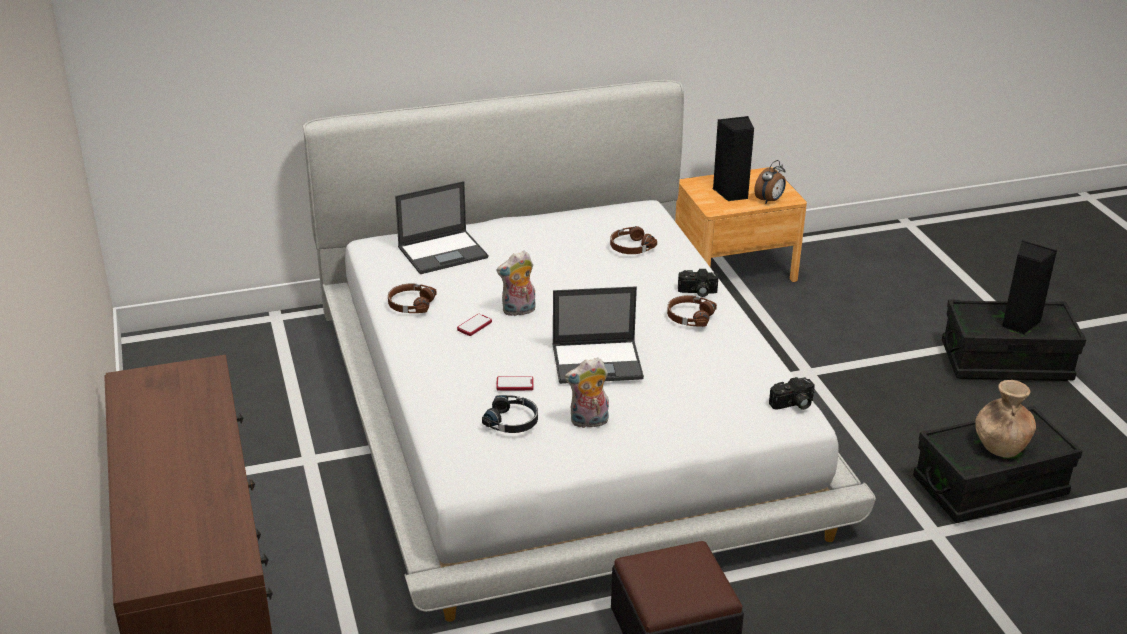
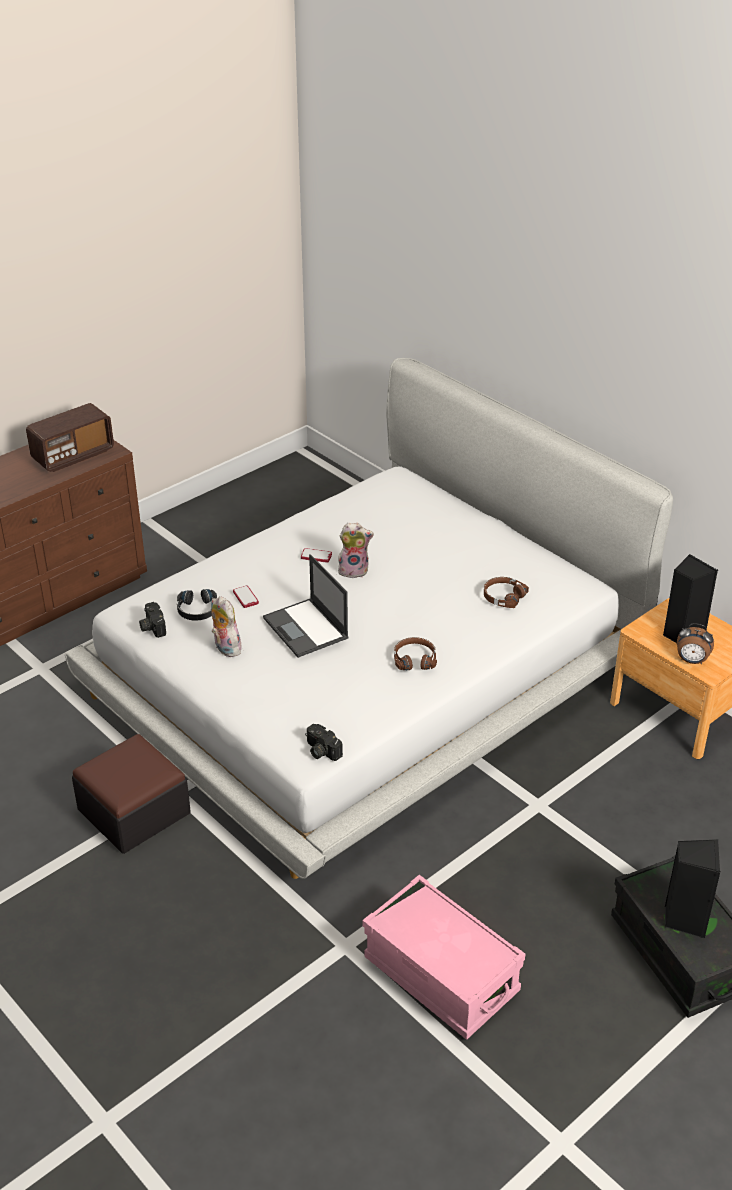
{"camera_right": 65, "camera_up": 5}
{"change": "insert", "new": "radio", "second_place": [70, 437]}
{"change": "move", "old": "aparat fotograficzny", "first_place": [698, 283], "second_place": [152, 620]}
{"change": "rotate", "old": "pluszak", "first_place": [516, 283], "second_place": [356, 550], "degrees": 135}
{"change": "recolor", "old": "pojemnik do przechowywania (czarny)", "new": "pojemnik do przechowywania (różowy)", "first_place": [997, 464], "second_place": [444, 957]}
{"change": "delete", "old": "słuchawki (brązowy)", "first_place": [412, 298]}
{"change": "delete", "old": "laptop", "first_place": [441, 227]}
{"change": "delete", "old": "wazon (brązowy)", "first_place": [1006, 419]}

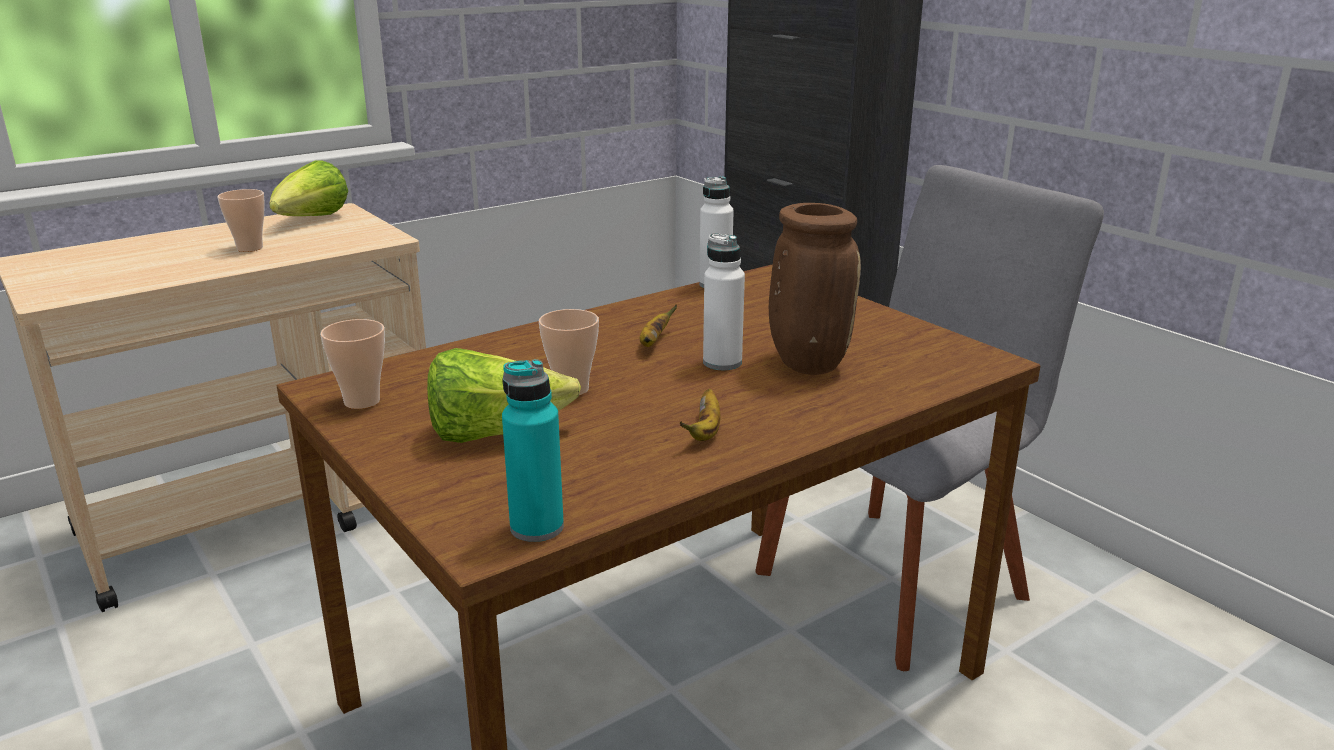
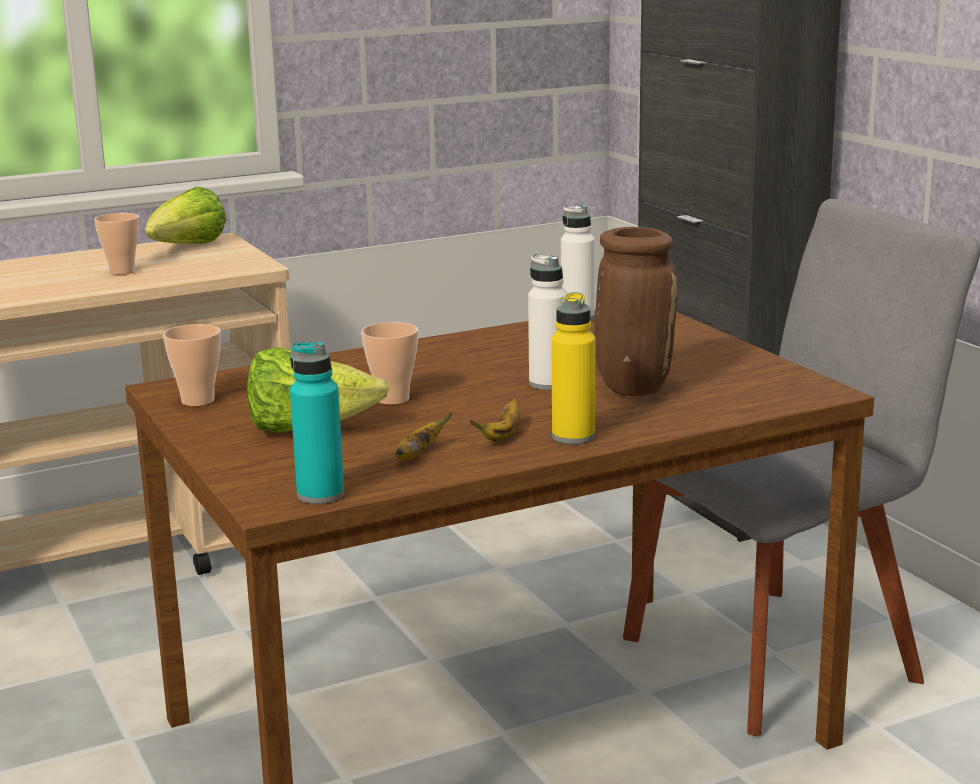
{"camera_right": 10, "camera_up": -5}
{"change": "move", "old": "banan", "first_place": [658, 326], "second_place": [423, 436]}
{"change": "insert", "new": "butelka (żółty)", "second_place": [573, 368]}

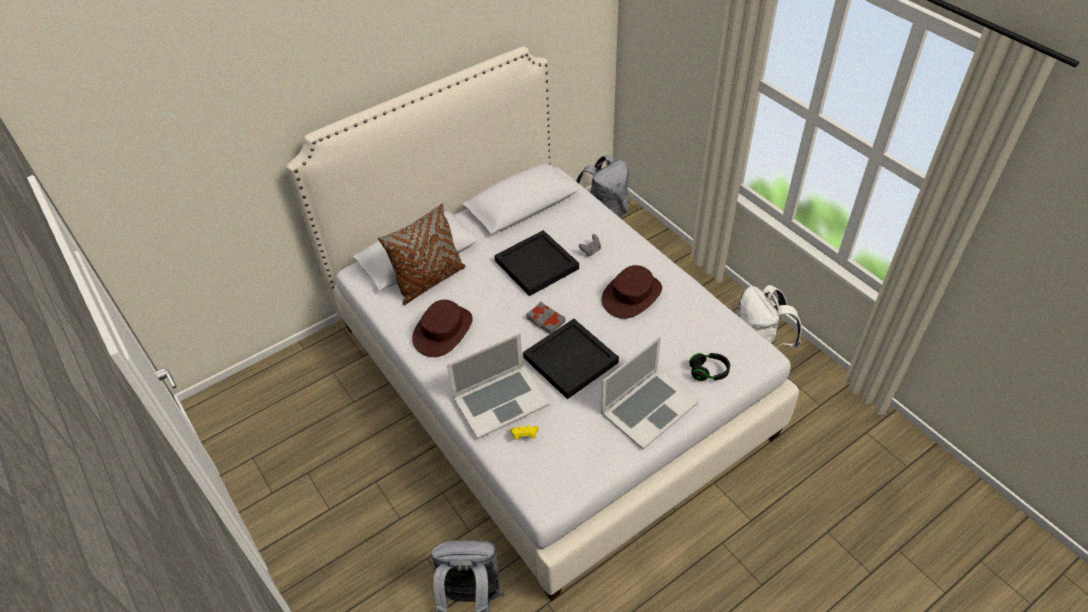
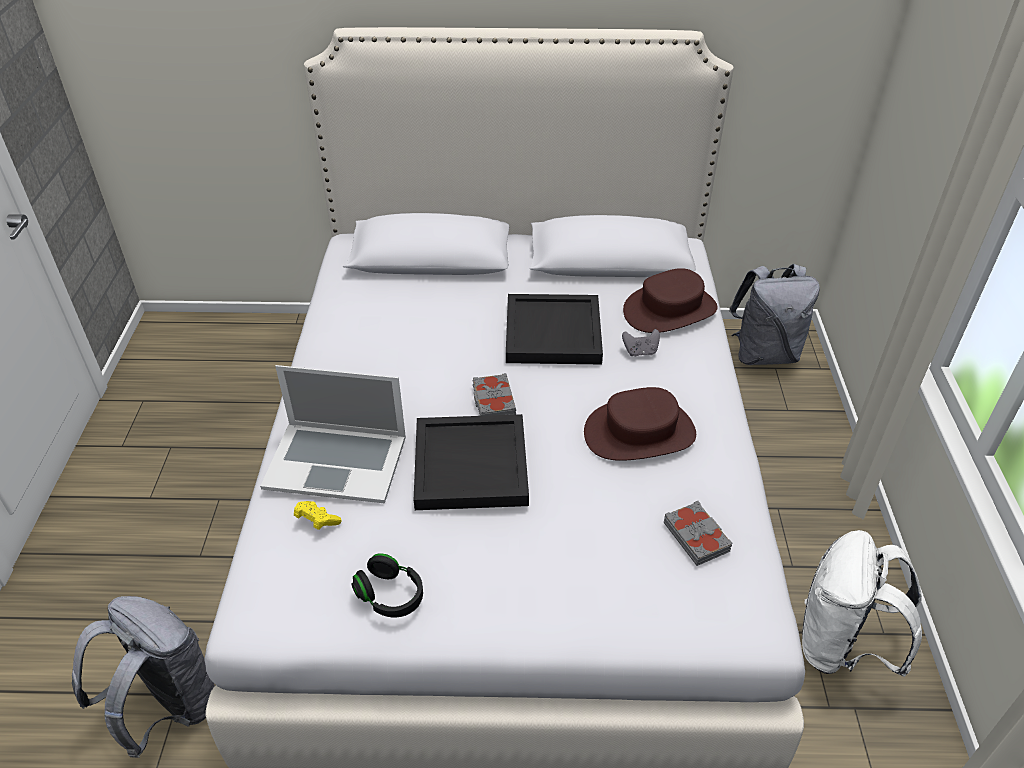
{"camera_right": 35, "camera_up": -5}
{"change": "move", "old": "słuchawki (czarny)", "first_place": [709, 367], "second_place": [387, 585]}
{"change": "move", "old": "kapelusz (brązowy)", "first_place": [442, 328], "second_place": [670, 300]}
{"change": "insert", "new": "książka (szary)", "second_place": [698, 533]}
{"change": "delete", "old": "poduszka (brązowy)", "first_place": [421, 254]}
{"change": "delete", "old": "laptop", "first_place": [650, 393]}

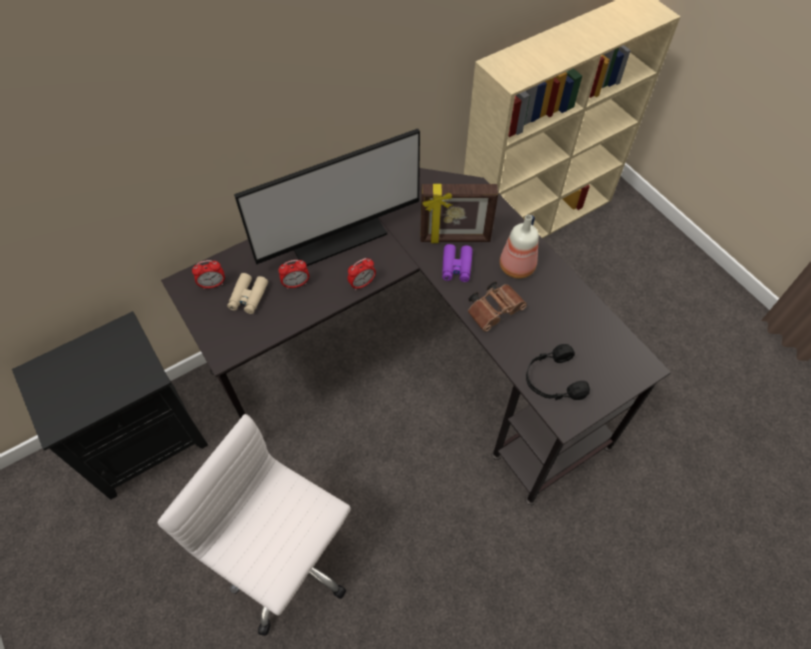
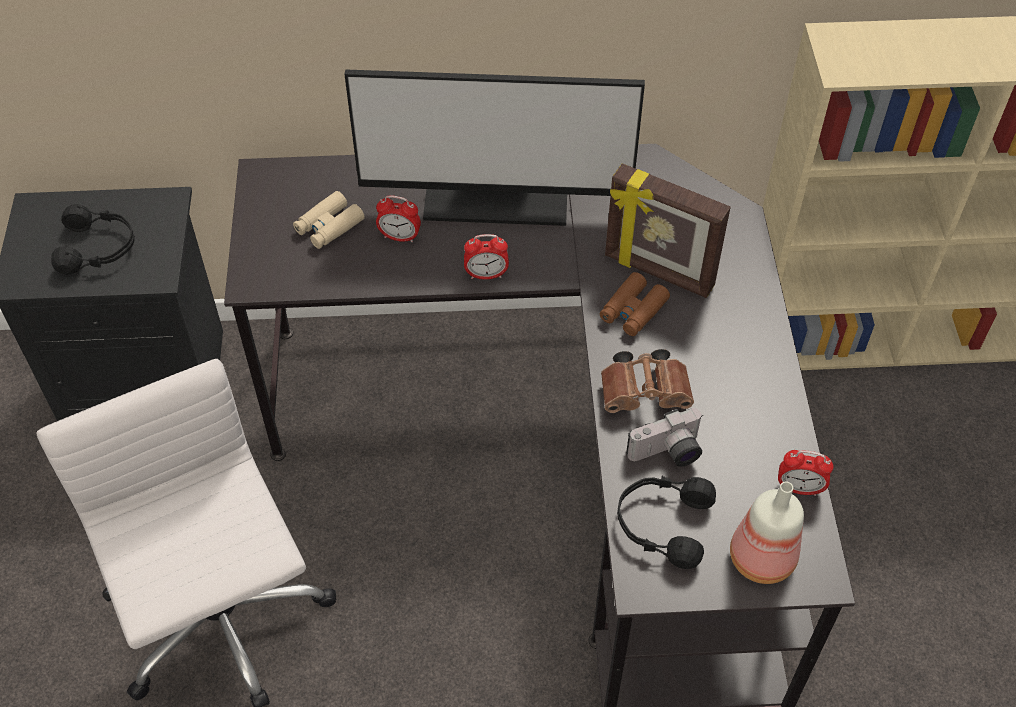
{"camera_right": 30, "camera_up": -5}
{"change": "insert", "new": "słuchawki (czarny)", "second_place": [93, 239]}
{"change": "recolor", "old": "lornetka (fioletowy)", "new": "lornetka (brązowy)", "first_place": [457, 263], "second_place": [635, 304]}
{"change": "insert", "new": "aparat fotograficzny", "second_place": [664, 437]}
{"change": "move", "old": "butelka", "first_place": [519, 247], "second_place": [767, 533]}
{"change": "move", "old": "budzik", "first_place": [208, 274], "second_place": [805, 473]}

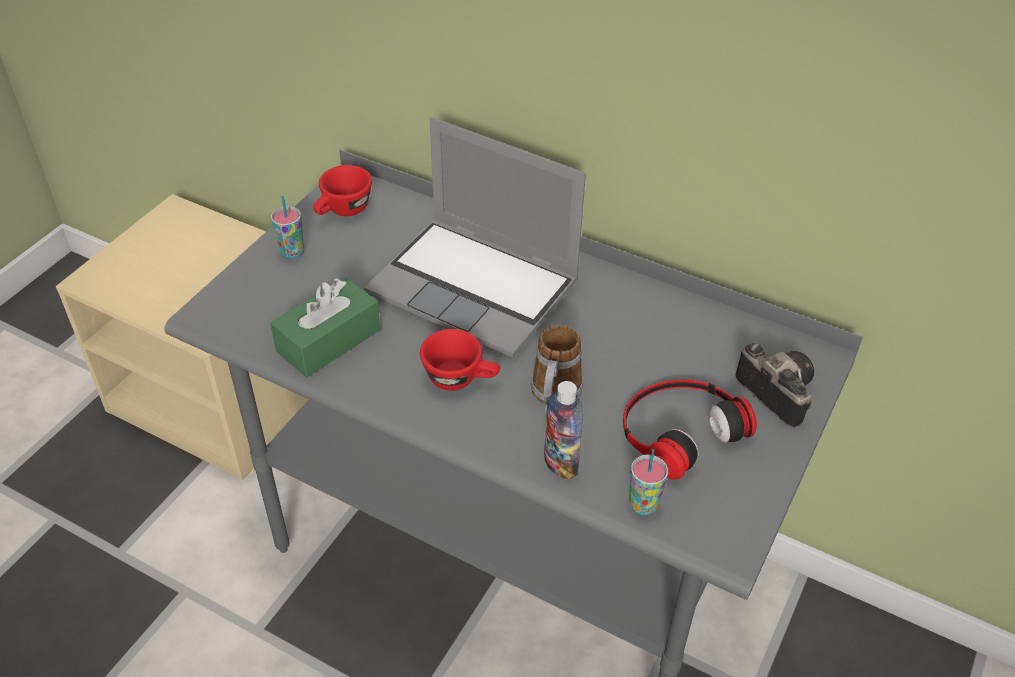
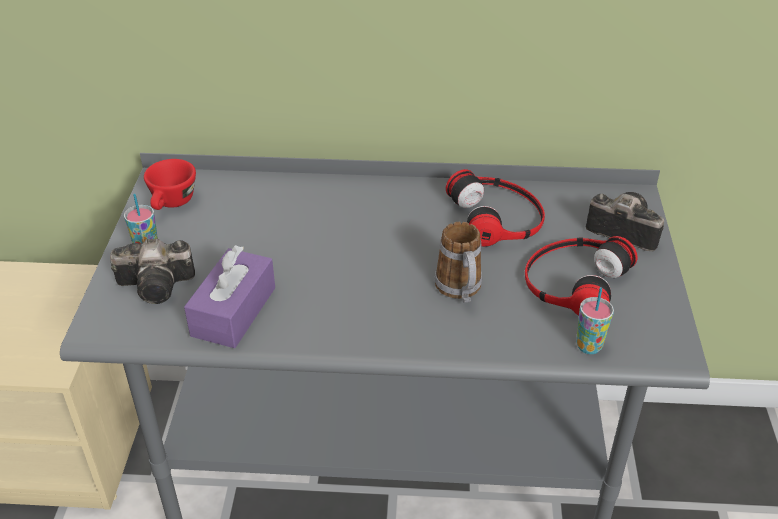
{"camera_right": -25, "camera_up": -5}
{"change": "insert", "new": "aparat fotograficzny", "second_place": [152, 271]}
{"change": "recolor", "old": "pudełko chusteczek (zielony)", "new": "pudełko chusteczek (fioletowy)", "first_place": [325, 327], "second_place": [229, 296]}
{"change": "insert", "new": "słuchawki", "second_place": [495, 208]}
{"change": "delete", "old": "laptop", "first_place": [475, 237]}
{"change": "delete", "old": "filiżanka (czerwony)", "first_place": [460, 360]}
{"change": "delete", "old": "butelka", "first_place": [563, 430]}

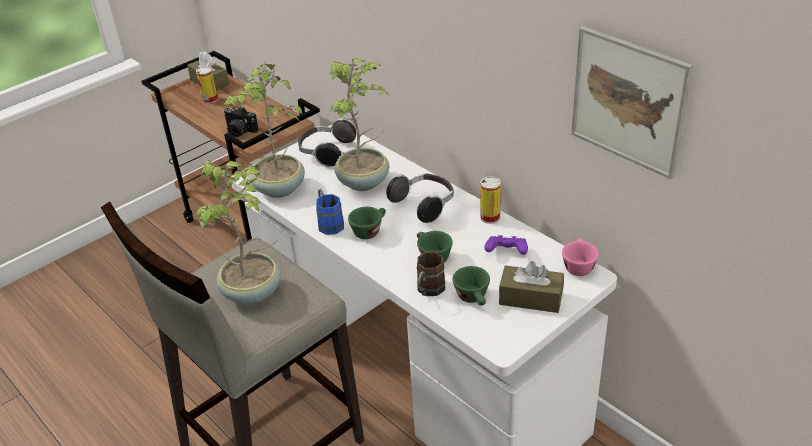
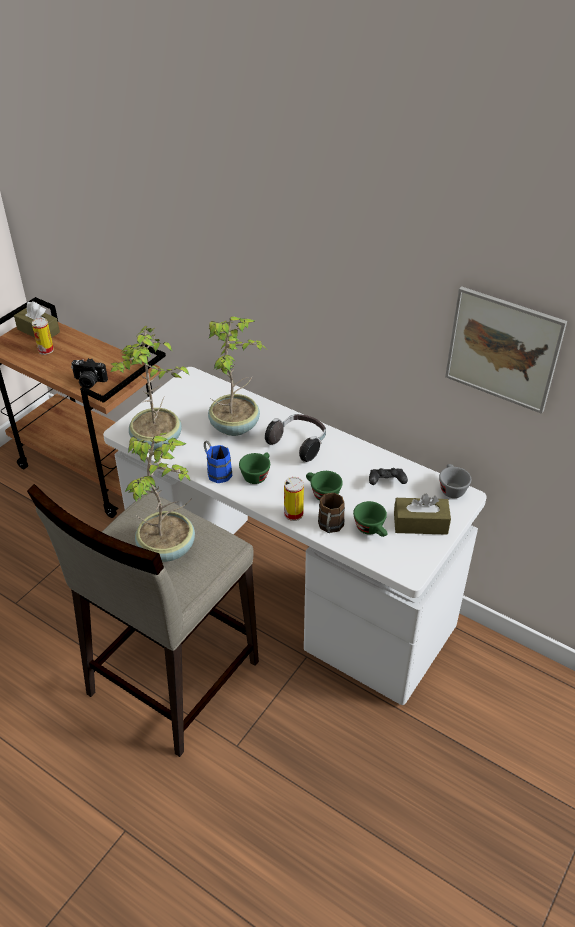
{"camera_right": -15, "camera_up": 5}
{"change": "move", "old": "puszka", "first_place": [490, 200], "second_place": [294, 499]}
{"change": "recolor", "old": "pad do gier (fioletowy)", "new": "pad do gier (czarny)", "first_place": [506, 245], "second_place": [388, 476]}
{"change": "recolor", "old": "filiżanka (różowy)", "new": "filiżanka (szary)", "first_place": [580, 257], "second_place": [455, 481]}
{"change": "delete", "old": "słuchawki", "first_place": [327, 142]}

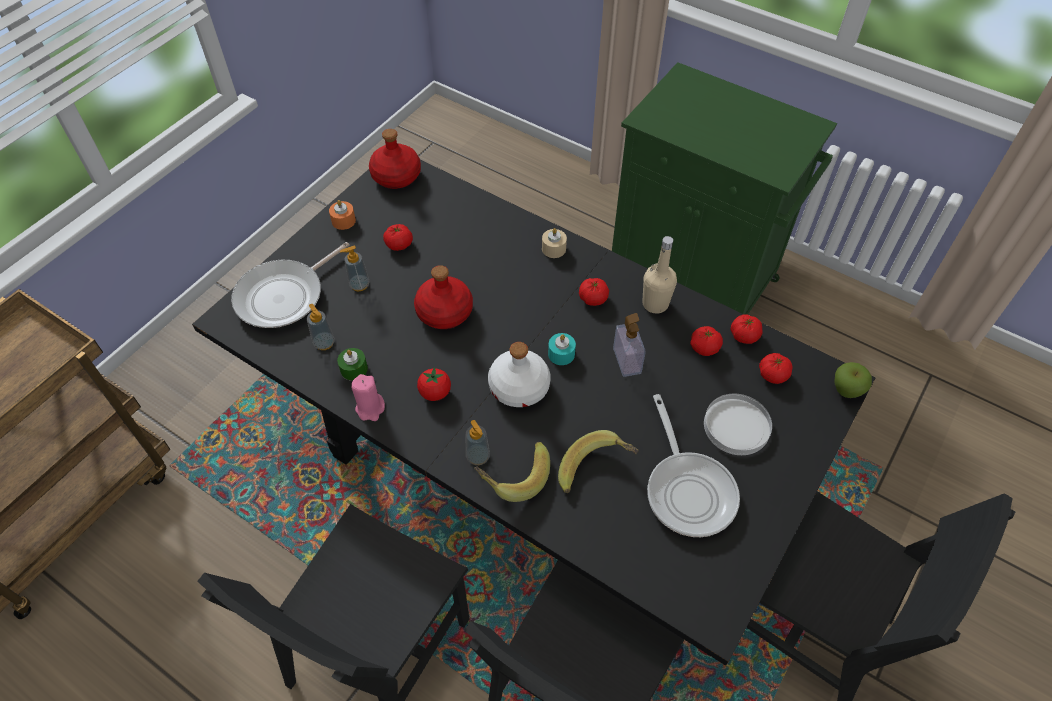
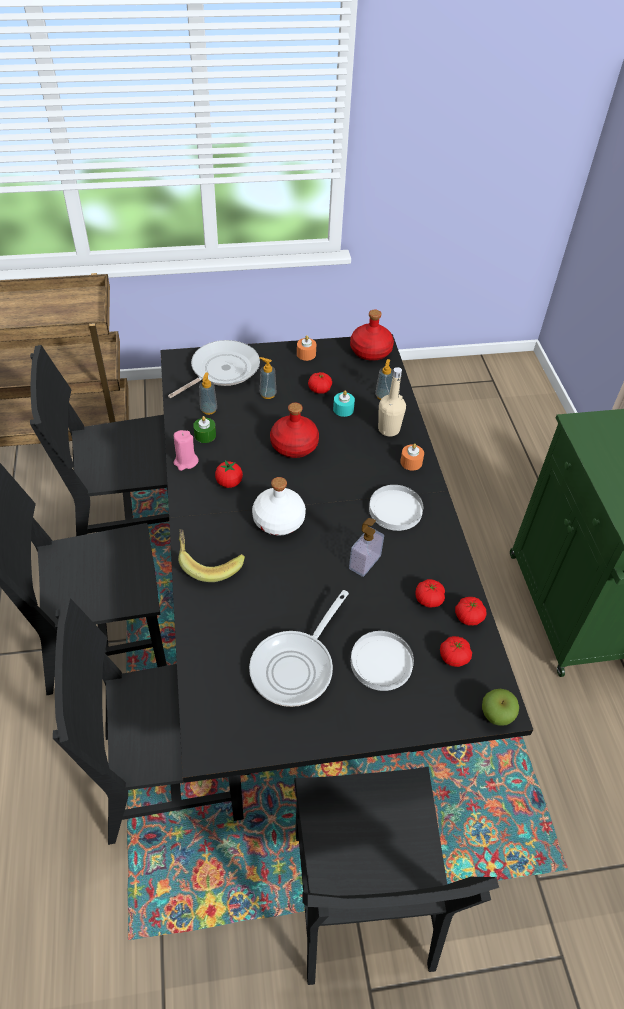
{"camera_right": 45, "camera_up": -5}
{"change": "insert", "new": "krzesło (czarny)", "second_place": [99, 440]}
{"change": "rotate", "old": "patelnia", "first_place": [290, 285], "second_place": [214, 369], "degrees": 135}
{"change": "move", "old": "świeca (turkusowy)", "first_place": [562, 349], "second_place": [344, 403]}
{"change": "replace", "old": "pomidor", "new": "talerz (biały)", "first_place": [594, 292], "second_place": [396, 508]}
{"change": "move", "old": "dozownik mydła", "first_place": [478, 442], "second_place": [384, 379]}
{"change": "move", "old": "butelka (beżowy)", "first_place": [659, 275], "second_place": [392, 402]}
{"change": "recolor", "old": "świeca (beżowy)", "new": "świeca (pomarańczowy)", "first_place": [554, 243], "second_place": [412, 457]}
{"change": "delete", "old": "banan", "first_place": [598, 461]}

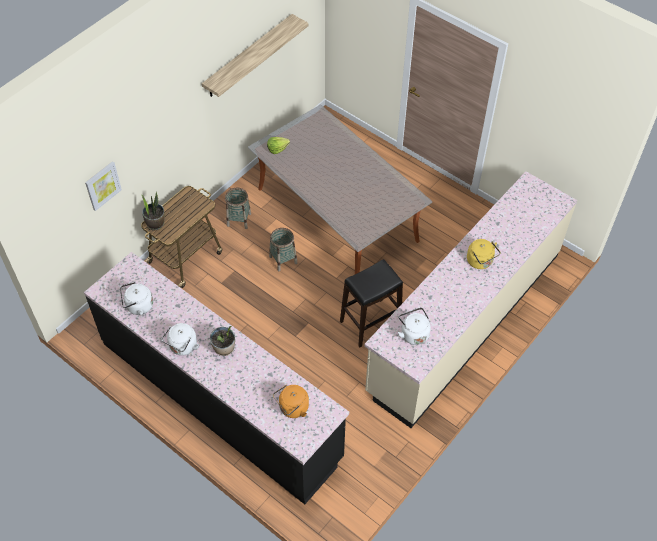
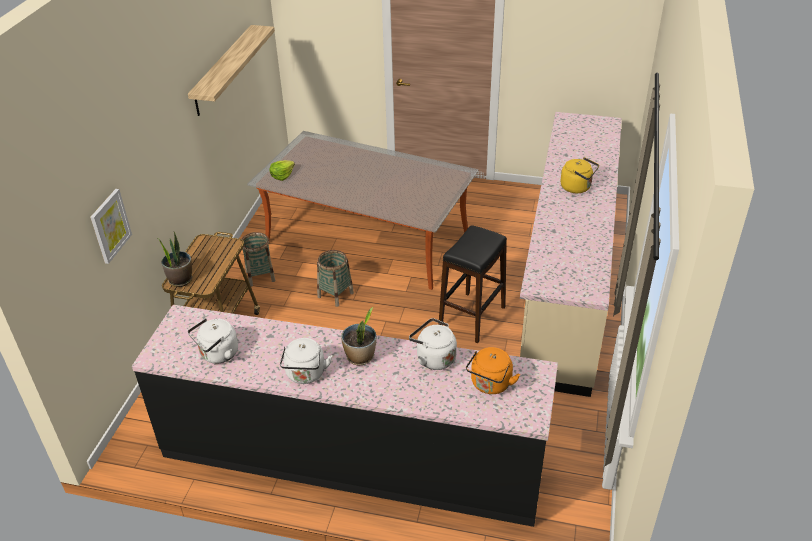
{"camera_right": -25, "camera_up": -15}
{"change": "move", "old": "czajnik (biały)", "first_place": [414, 326], "second_place": [433, 344]}

